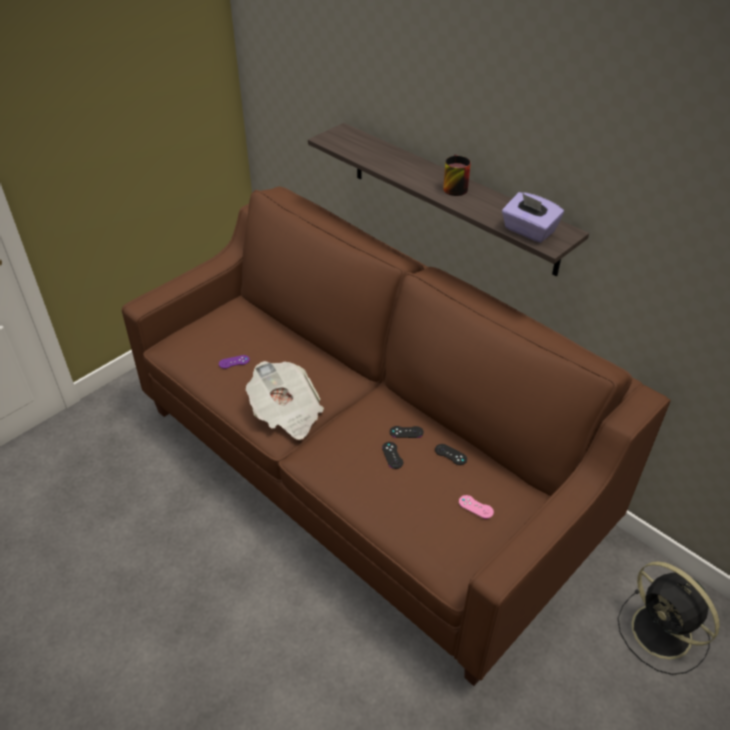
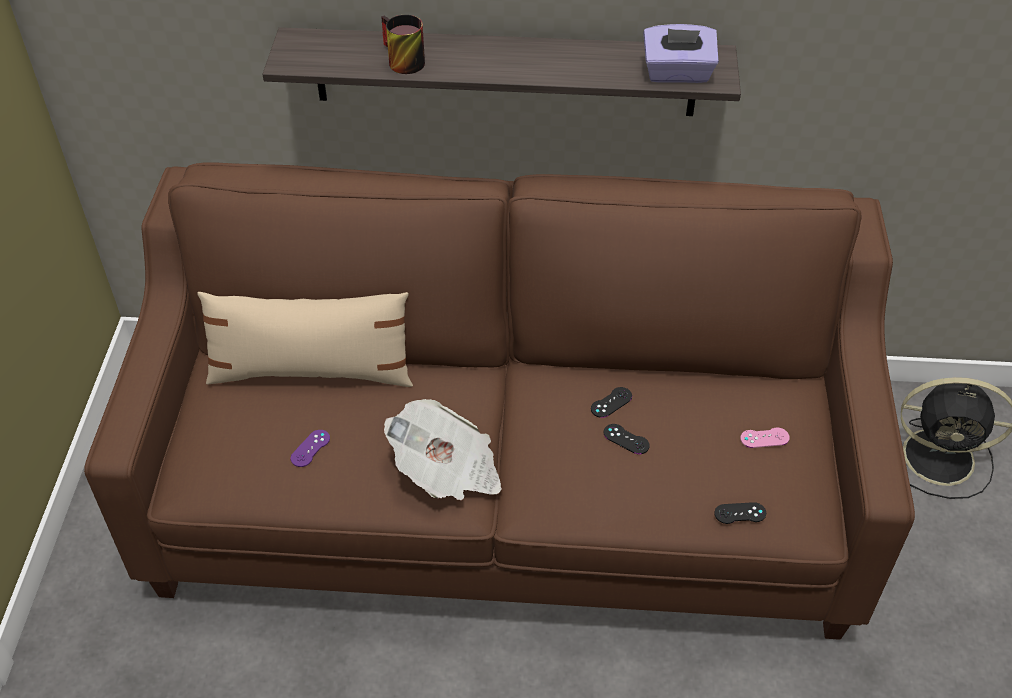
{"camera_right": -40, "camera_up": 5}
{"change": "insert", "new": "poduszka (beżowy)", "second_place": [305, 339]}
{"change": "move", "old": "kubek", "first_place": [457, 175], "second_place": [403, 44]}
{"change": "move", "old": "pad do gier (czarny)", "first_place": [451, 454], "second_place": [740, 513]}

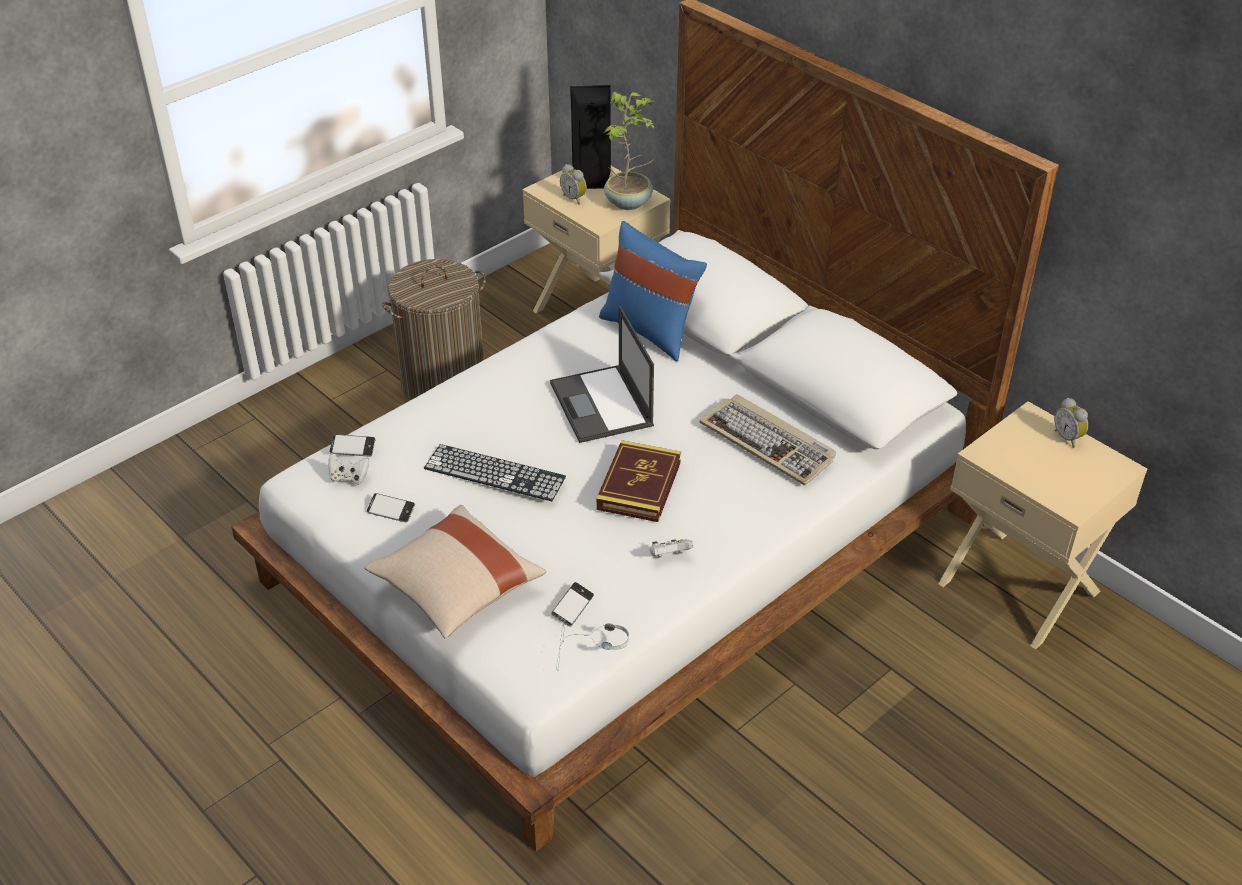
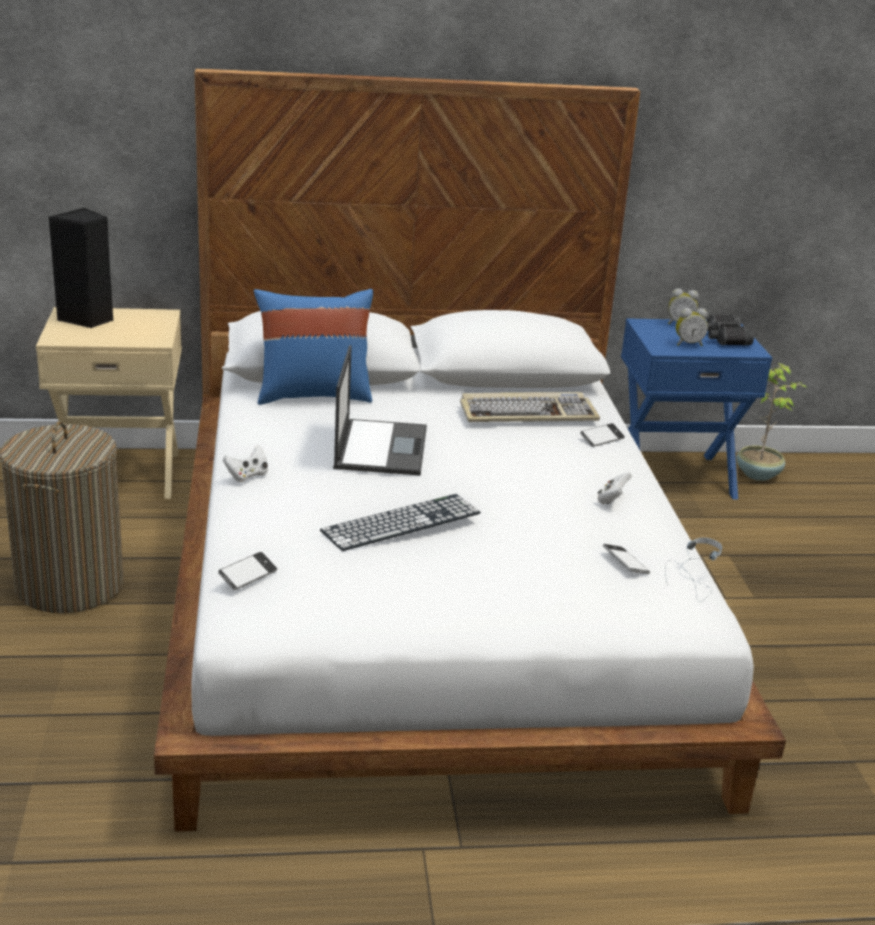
{"camera_right": -55, "camera_up": -15}
{"change": "move", "old": "pad do gier (biały)", "first_place": [349, 469], "second_place": [245, 463]}
{"change": "rotate", "old": "laptop", "first_place": [602, 374], "second_place": [380, 410], "degrees": -105}
{"change": "move", "old": "telefon", "first_place": [391, 508], "second_place": [602, 435]}
{"change": "recolor", "old": "szafka nocna (beżowy)", "new": "szafka nocna (niebieski)", "first_place": [1042, 525], "second_place": [696, 408]}
{"change": "move", "old": "budzik", "first_place": [573, 184], "second_place": [692, 327]}
{"change": "insert", "new": "lornetka (czarny)", "second_place": [730, 330]}
{"change": "move", "old": "roślina doniczkowa", "first_place": [629, 151], "second_place": [771, 422]}
{"change": "delete", "old": "poduszka (beżowy)", "first_place": [455, 572]}
{"change": "delete", "old": "książka", "first_place": [638, 481]}

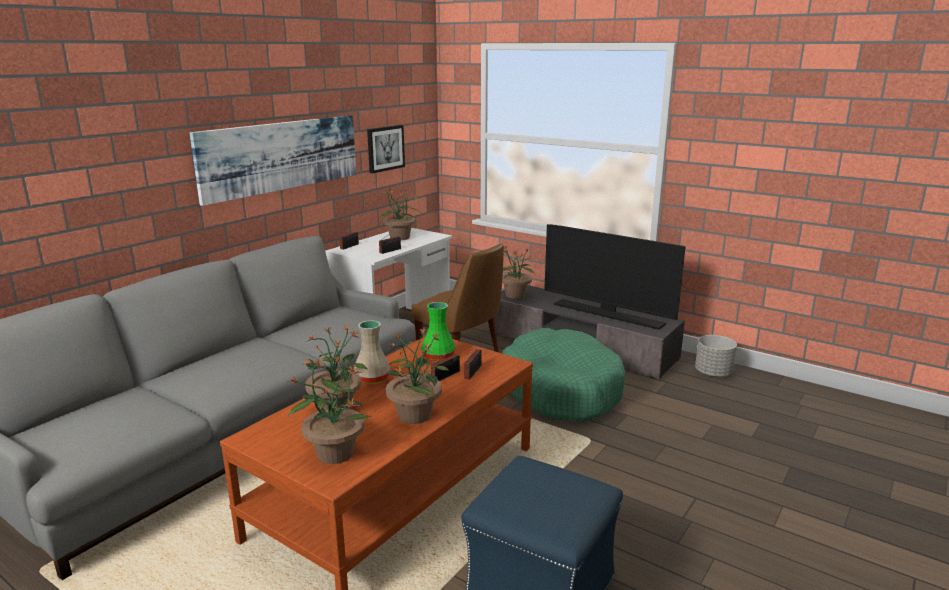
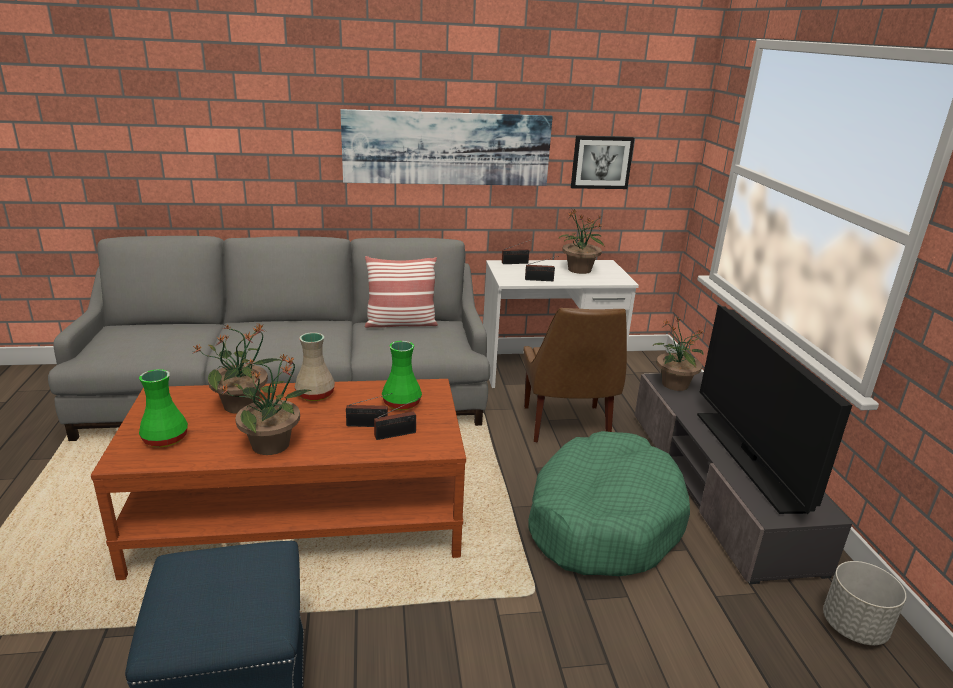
{"camera_right": 45, "camera_up": 5}
{"change": "replace", "old": "roślina doniczkowa", "new": "wazon (zielony)", "first_place": [329, 410], "second_place": [163, 408]}
{"change": "insert", "new": "poduszka", "second_place": [401, 292]}

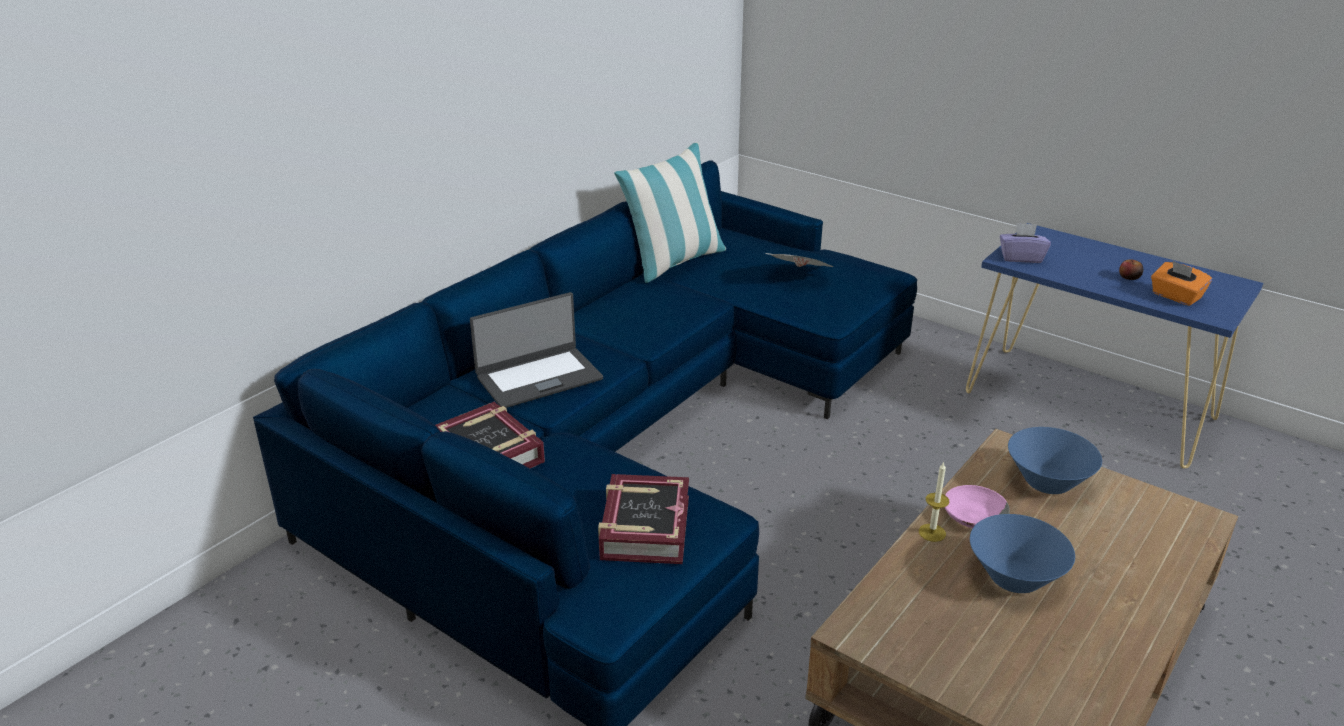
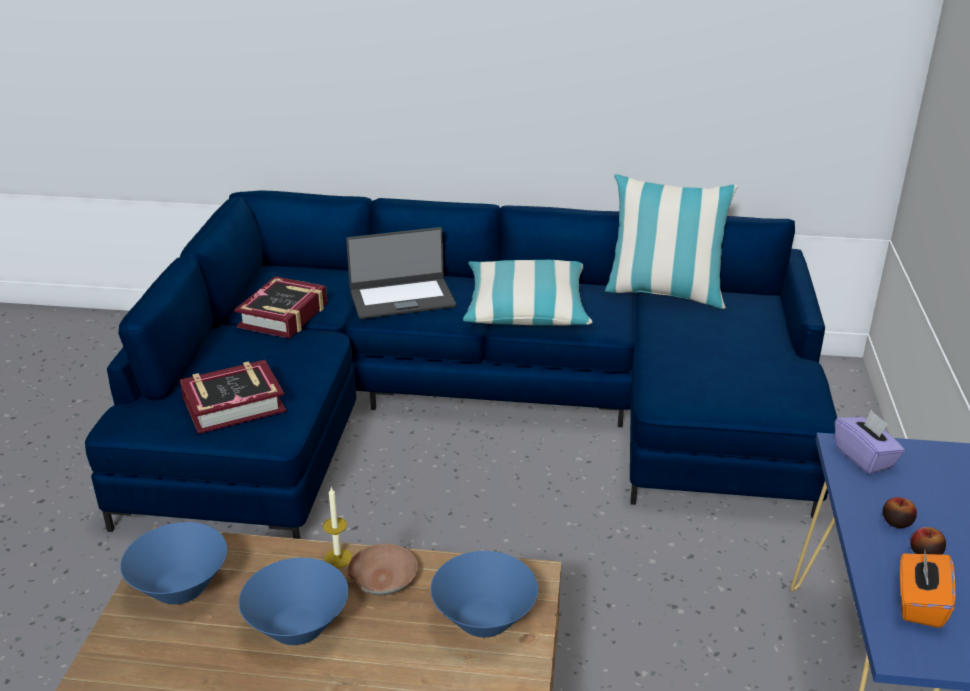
{"camera_right": 60, "camera_up": 0}
{"change": "insert", "new": "miska (niebieski)", "second_place": [173, 563]}
{"change": "rotate", "old": "laptop", "first_place": [536, 350], "second_place": [401, 273], "degrees": -45}
{"change": "recolor", "old": "miska (różowy)", "new": "miska (brązowy)", "first_place": [977, 506], "second_place": [382, 569]}
{"change": "insert", "new": "poduszka", "second_place": [528, 293]}
{"change": "insert", "new": "jabłko", "second_place": [900, 512]}
{"change": "delete", "old": "gazeta", "first_place": [799, 260]}

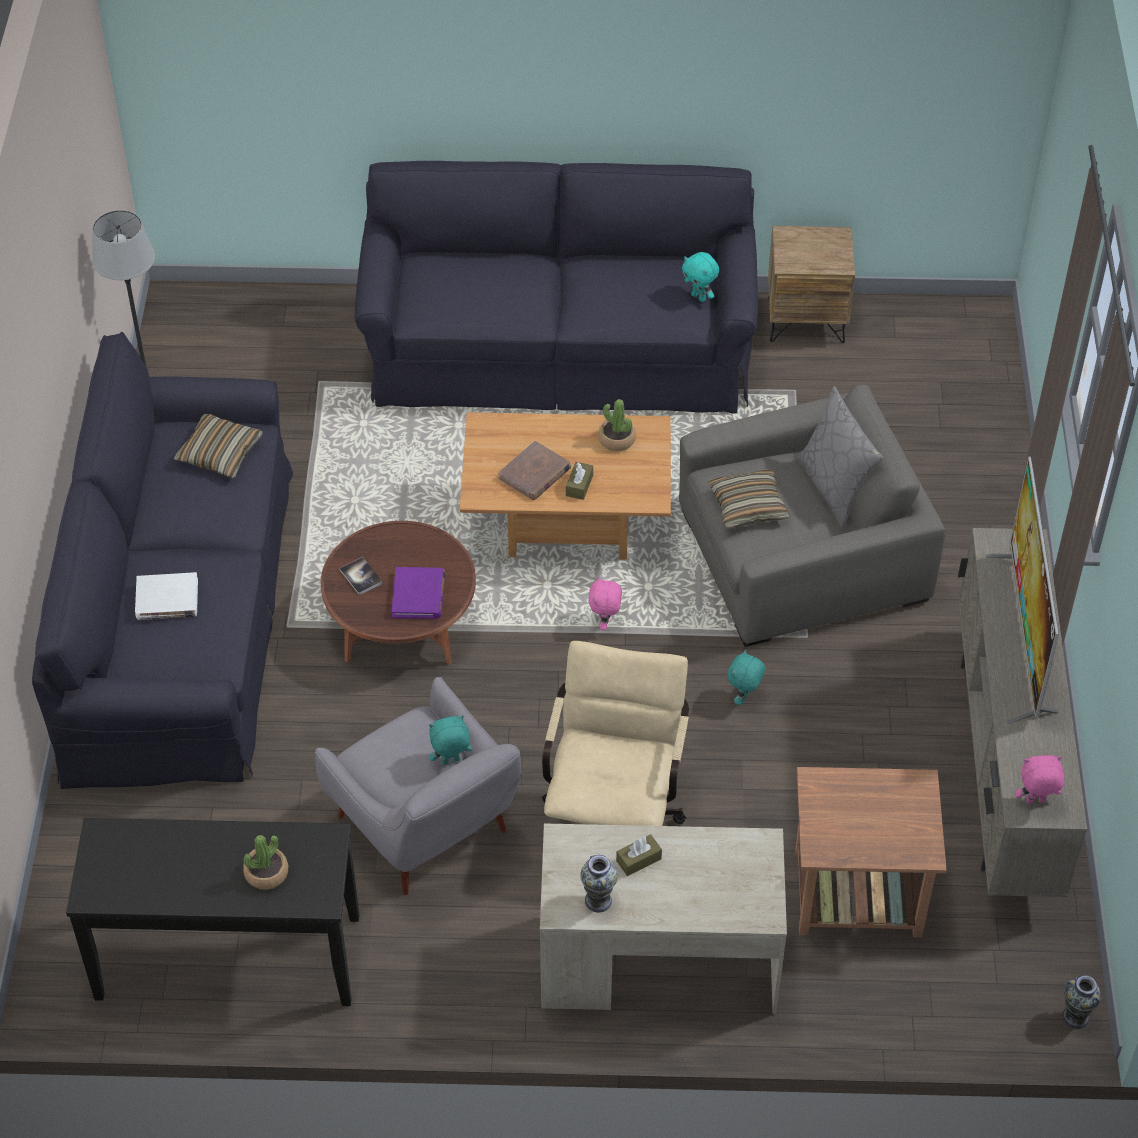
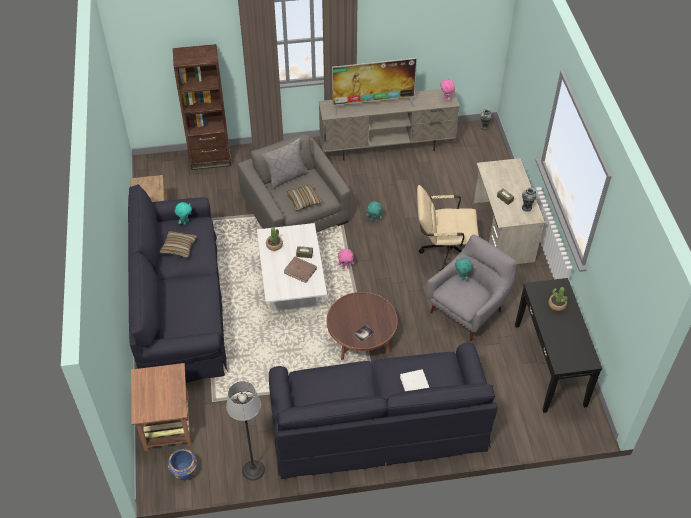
{"camera_right": -100, "camera_up": 0}
{"change": "move", "old": "stolik (brązowy)", "first_place": [870, 852], "second_place": [161, 407]}
{"change": "move", "old": "poduszka", "first_place": [218, 446], "second_place": [178, 244]}
{"change": "insert", "new": "donica (niebieski)", "second_place": [183, 464]}
{"change": "insert", "new": "regał (brązowy)", "second_place": [202, 107]}
{"change": "recolor", "old": "ława (brązowy)", "new": "ława (biały)", "first_place": [565, 486], "second_place": [292, 267]}
{"change": "delete", "old": "książka (fioletowy)", "first_place": [418, 593]}

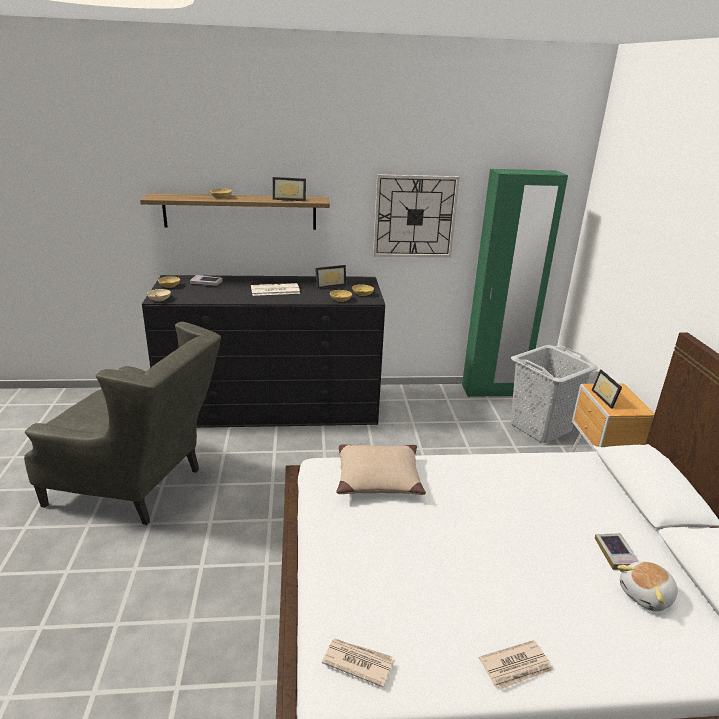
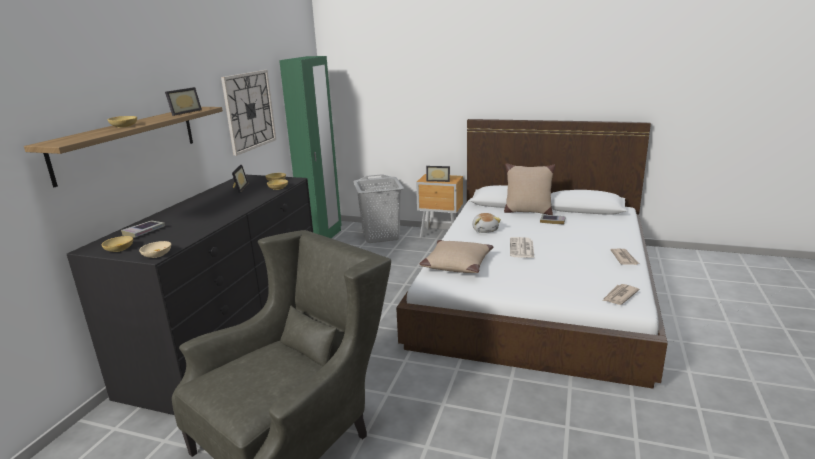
{"camera_right": -65, "camera_up": -5}
{"change": "move", "old": "pluszak", "first_place": [647, 586], "second_place": [486, 223]}
{"change": "insert", "new": "poduszka (beżowy)", "second_place": [529, 189]}
{"change": "move", "old": "gazeta", "first_place": [275, 289], "second_place": [522, 247]}

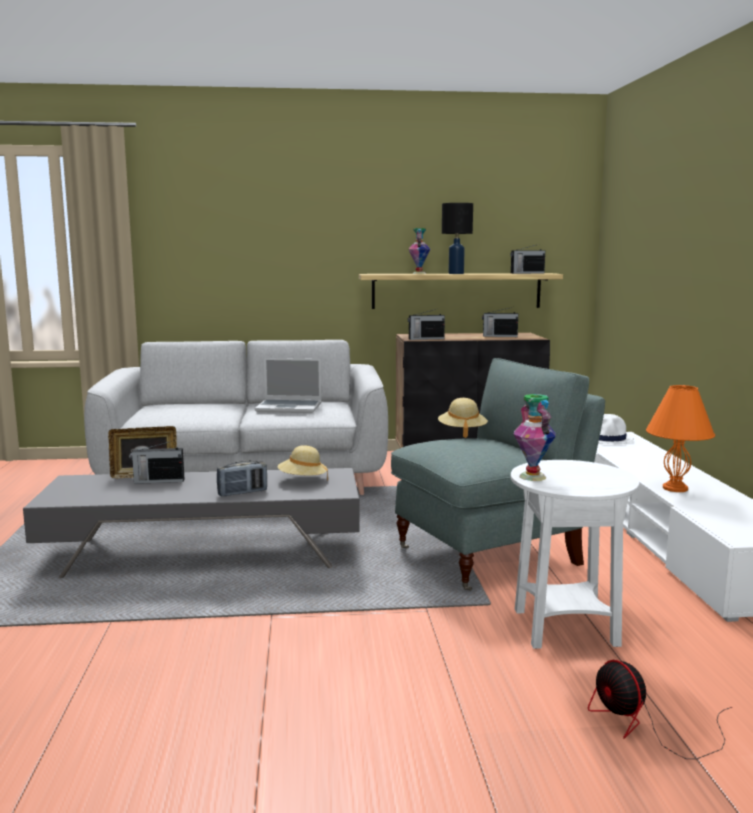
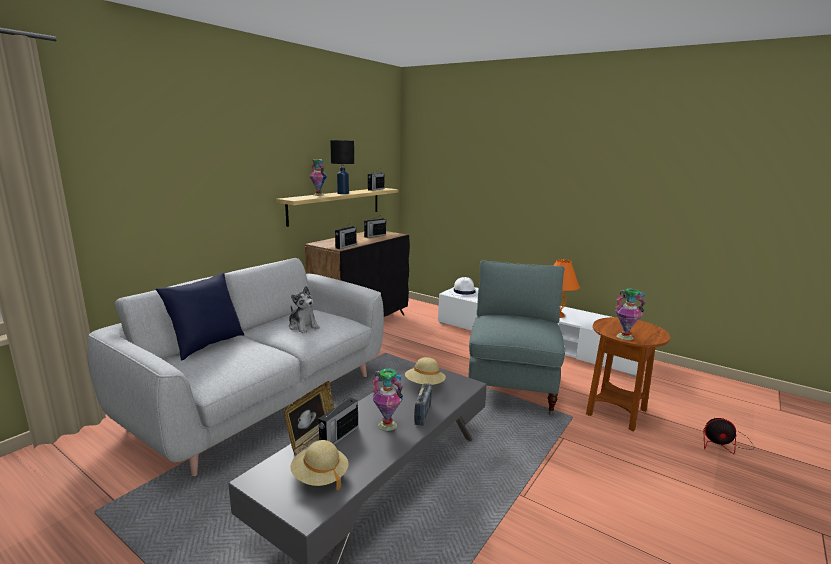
{"camera_right": -50, "camera_up": 5}
{"change": "insert", "new": "poduszka (niebieski)", "second_place": [200, 317]}
{"change": "replace", "old": "laptop", "new": "pluszak", "first_place": [288, 385], "second_place": [304, 309]}
{"change": "move", "old": "kapelusz (beżowy)", "first_place": [463, 418], "second_place": [319, 465]}
{"change": "insert", "new": "wazon", "second_place": [387, 400]}
{"change": "recolor", "old": "stolik (biały)", "new": "stolik (brązowy)", "first_place": [575, 554], "second_place": [628, 374]}

